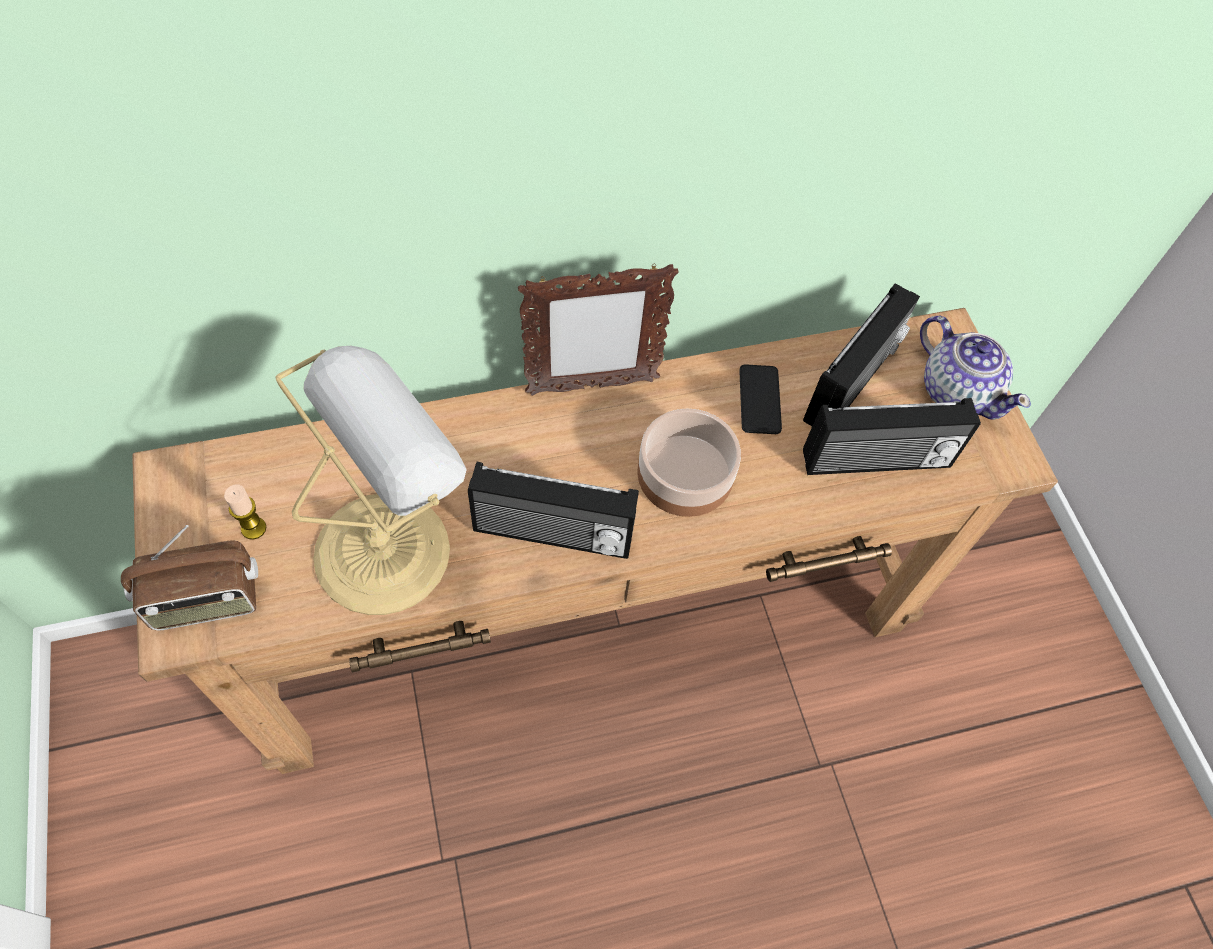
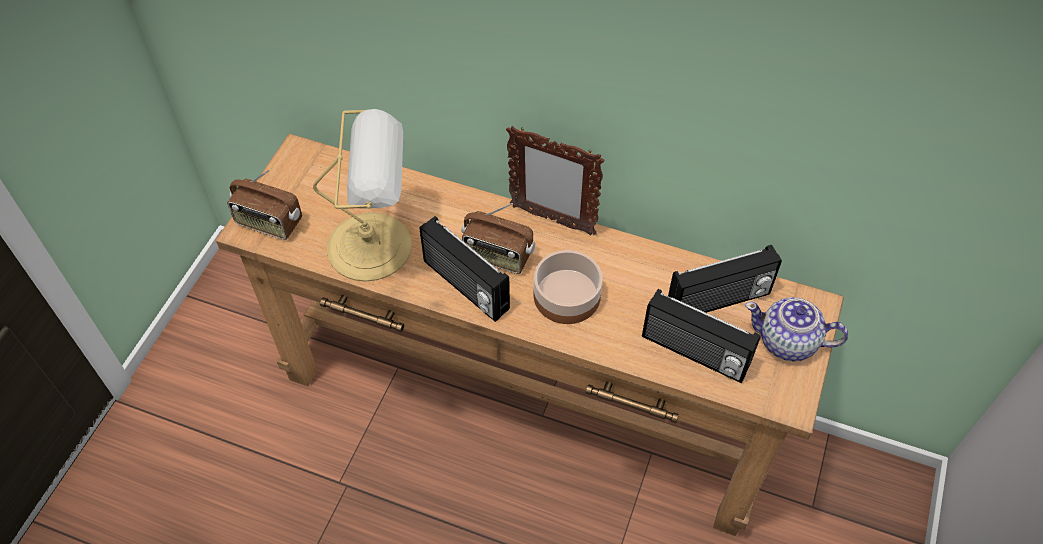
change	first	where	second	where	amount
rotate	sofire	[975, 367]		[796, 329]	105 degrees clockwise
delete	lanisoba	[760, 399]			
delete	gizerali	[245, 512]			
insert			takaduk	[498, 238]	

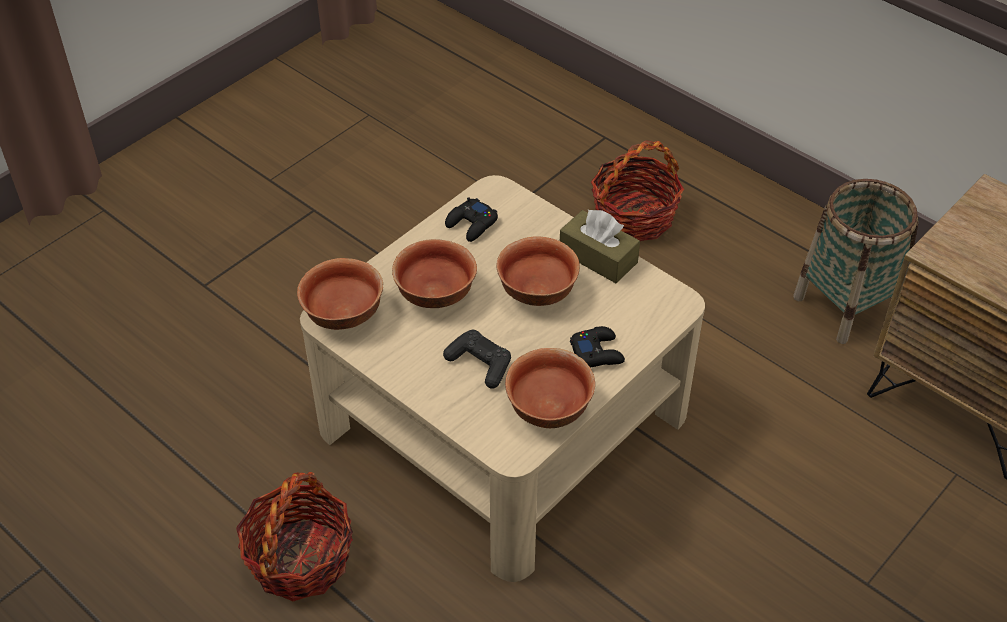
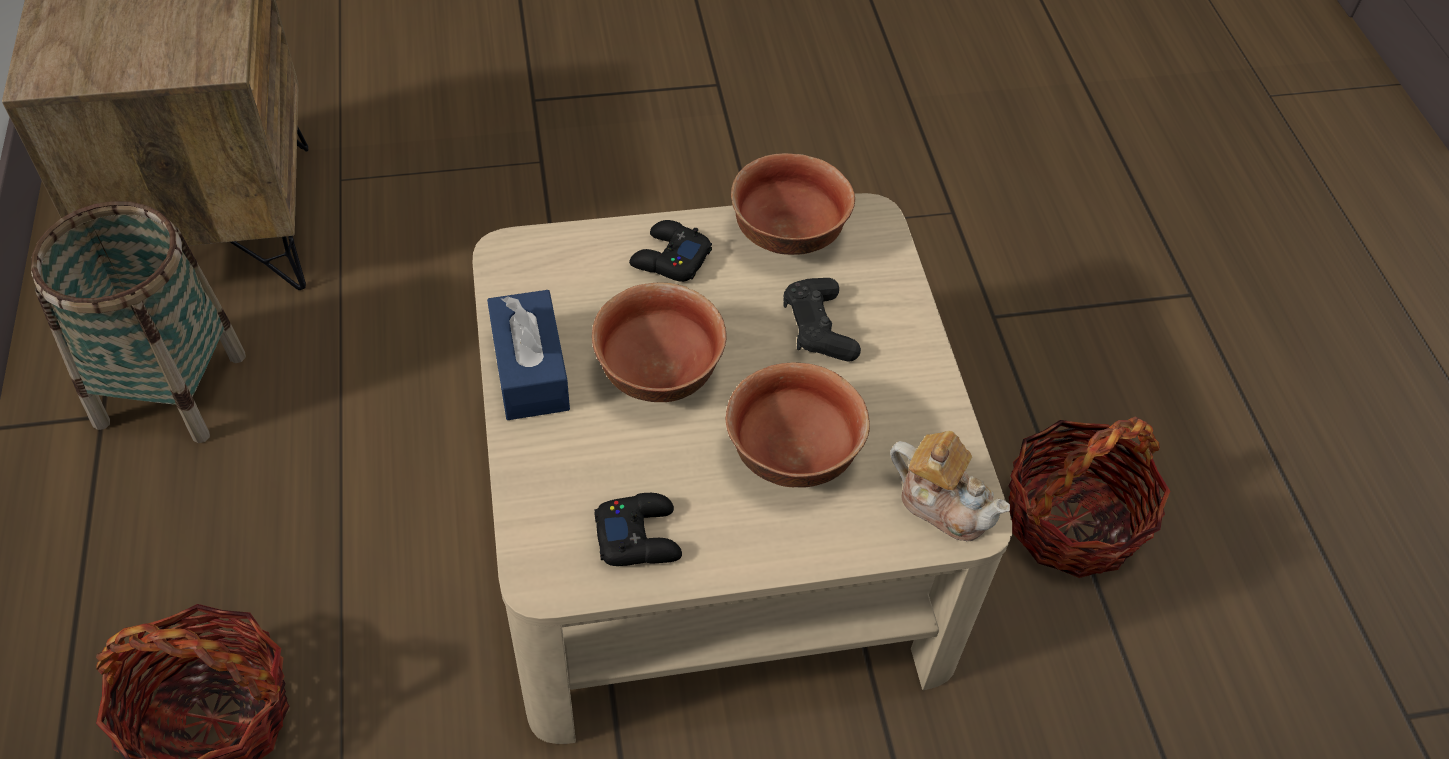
change	first	where	second	where	amount
recolor	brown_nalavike	[600, 246]	blue_nalavike	[528, 355]	
replace	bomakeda	[340, 294]	sofire	[950, 486]	

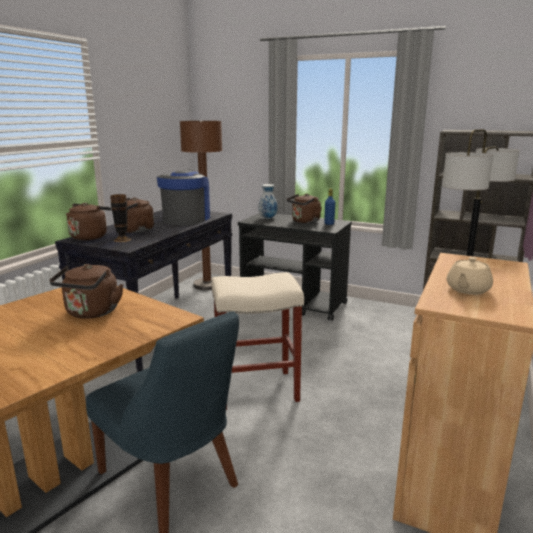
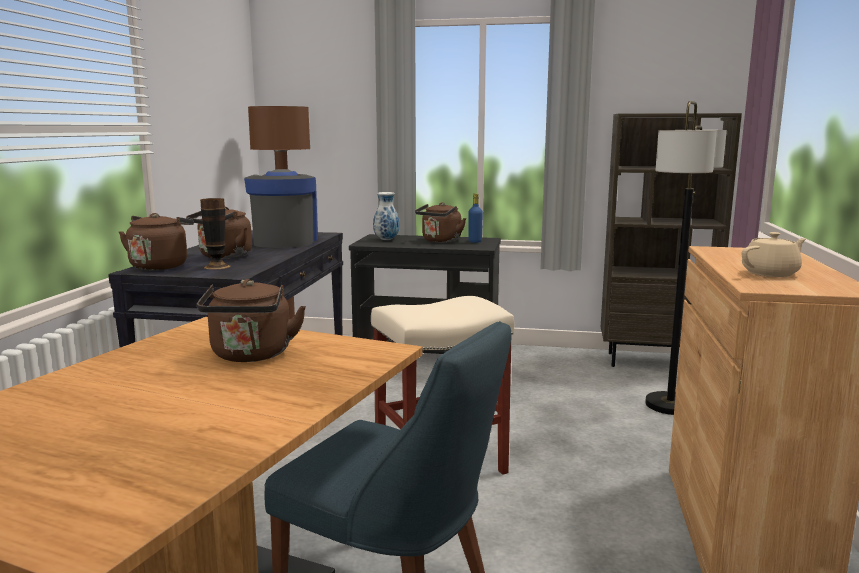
change	first	where	second	where	amount
rotate	beige_sofire	[470, 276]		[774, 254]	135 degrees counterclockwise

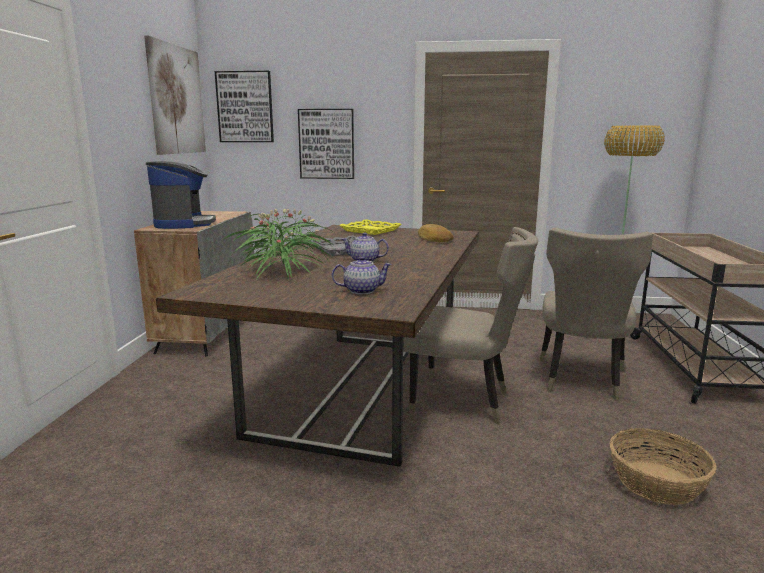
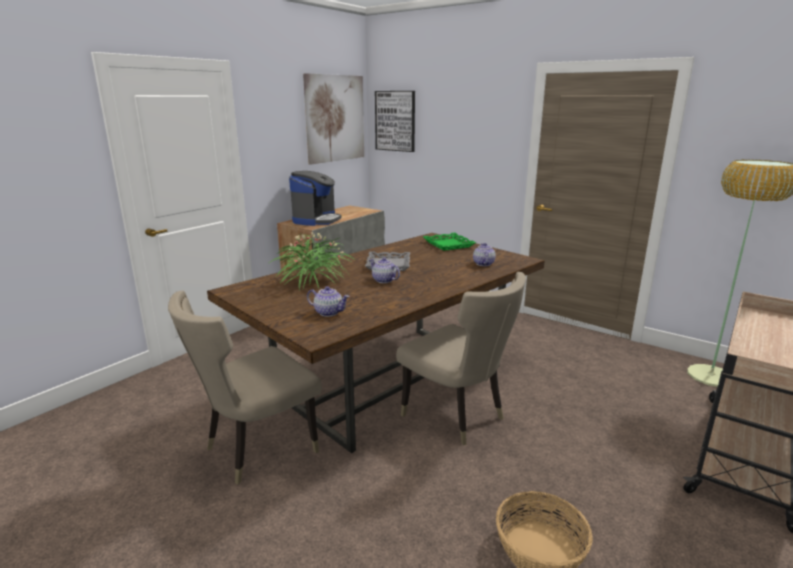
change	first	where	second	where	amount
delete	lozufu	[326, 144]			
recolor	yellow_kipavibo	[370, 227]	green_kipavibo	[449, 242]	
replace	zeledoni	[436, 233]	sofire	[484, 254]	
move	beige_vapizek	[596, 314]		[245, 387]	

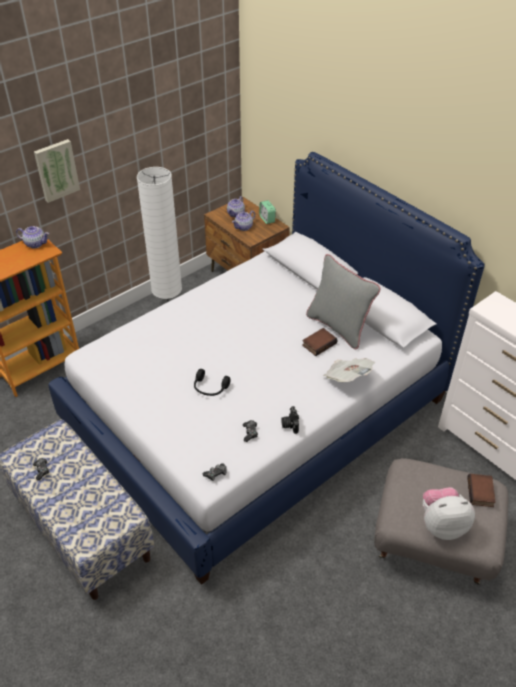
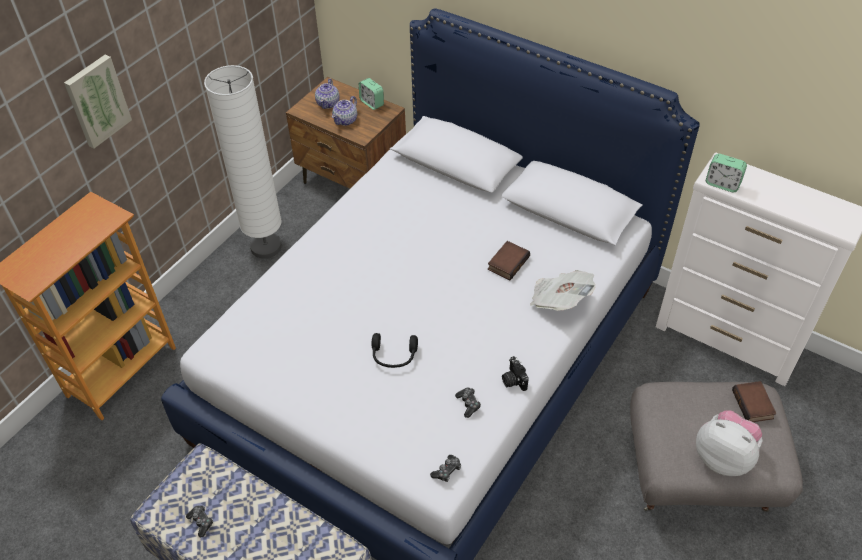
change	first	where	second	where	amount
delete	sofire	[32, 237]			
delete	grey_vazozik	[343, 301]			
rotate	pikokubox	[449, 513]		[729, 443]	60 degrees clockwise
insert			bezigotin	[726, 173]	

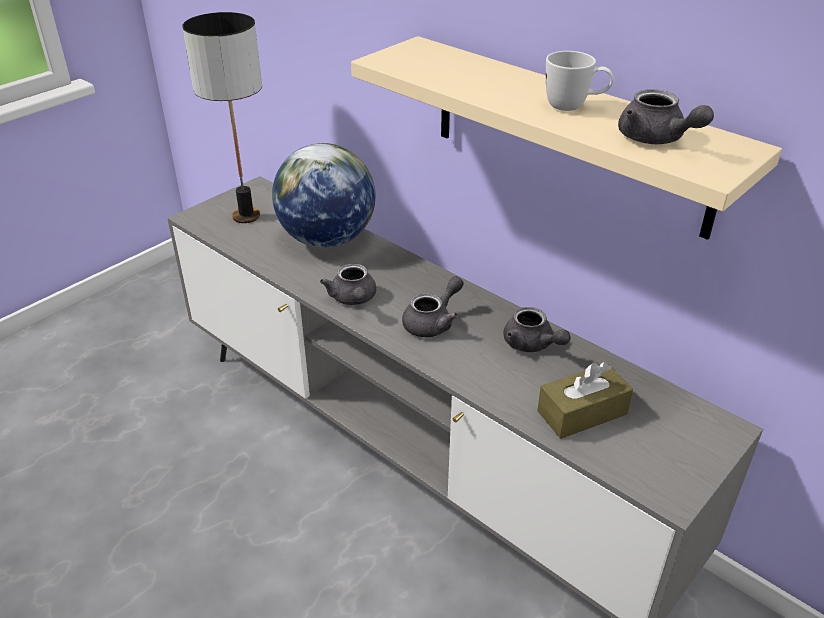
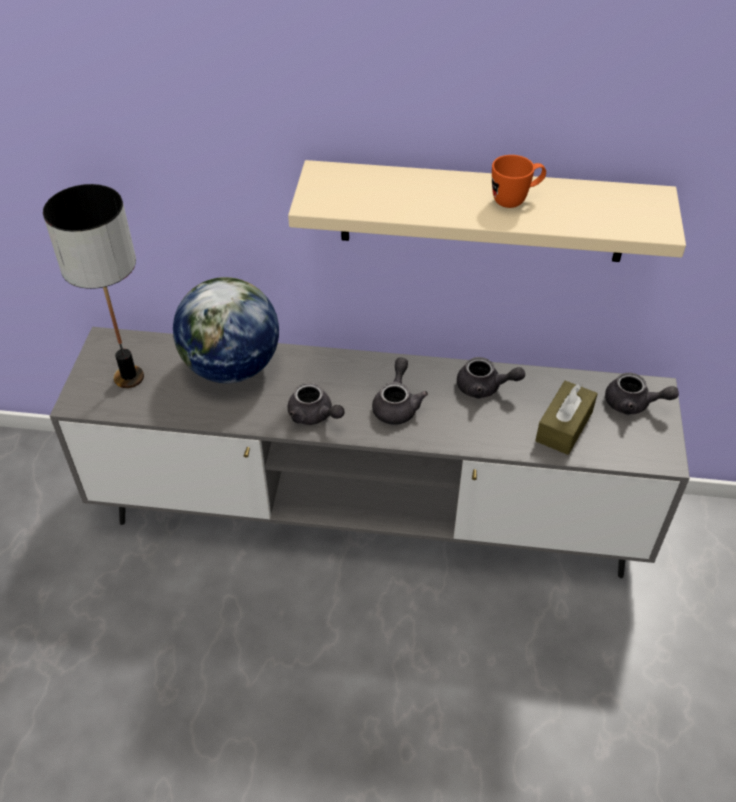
change	first	where	second	where	amount
recolor	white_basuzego	[580, 81]	orange_basuzego	[519, 181]	
move	grey_sofire	[666, 117]		[642, 394]	

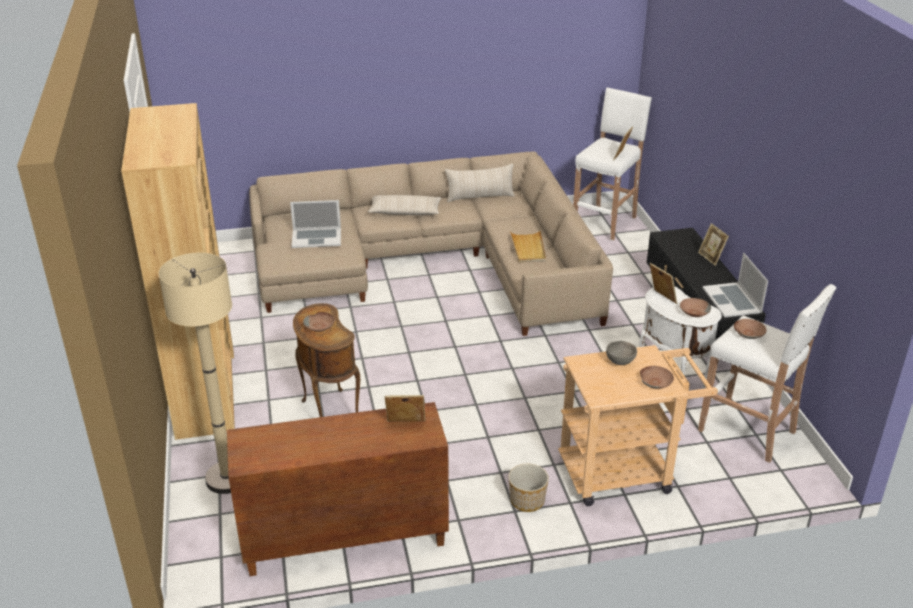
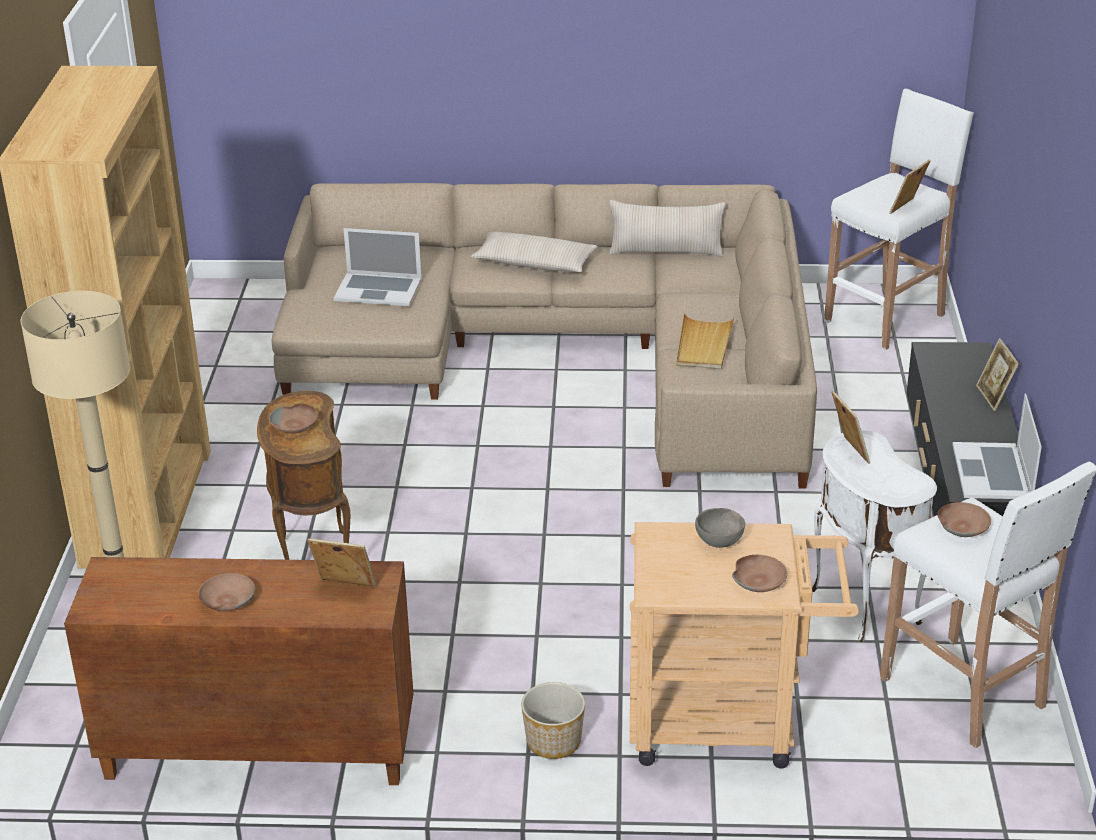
change	first	where	second	where	amount
move	brown_bomakeda	[695, 307]		[226, 592]	

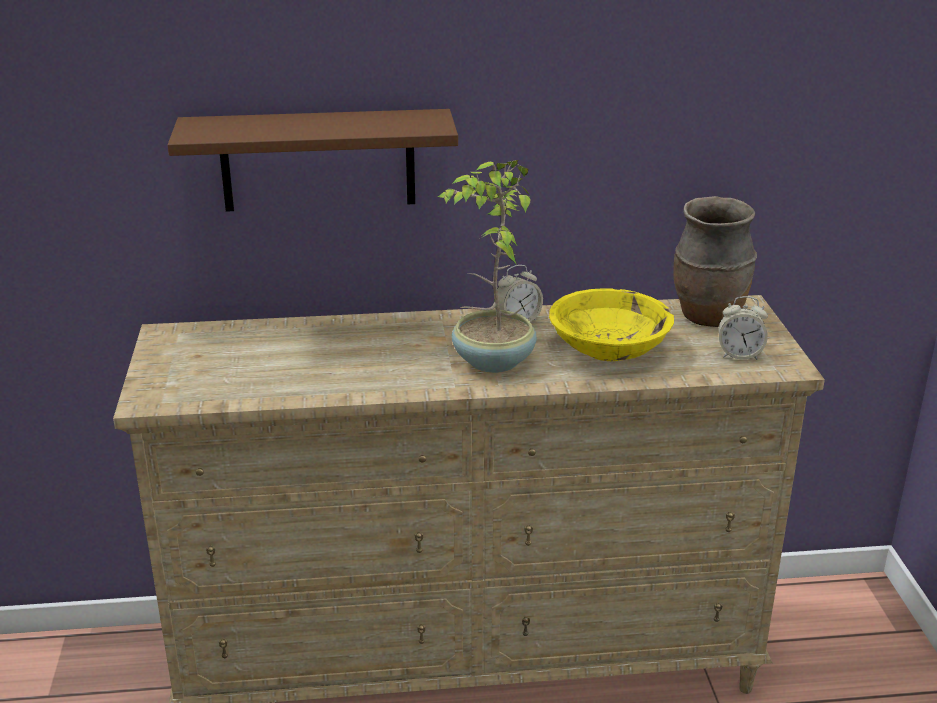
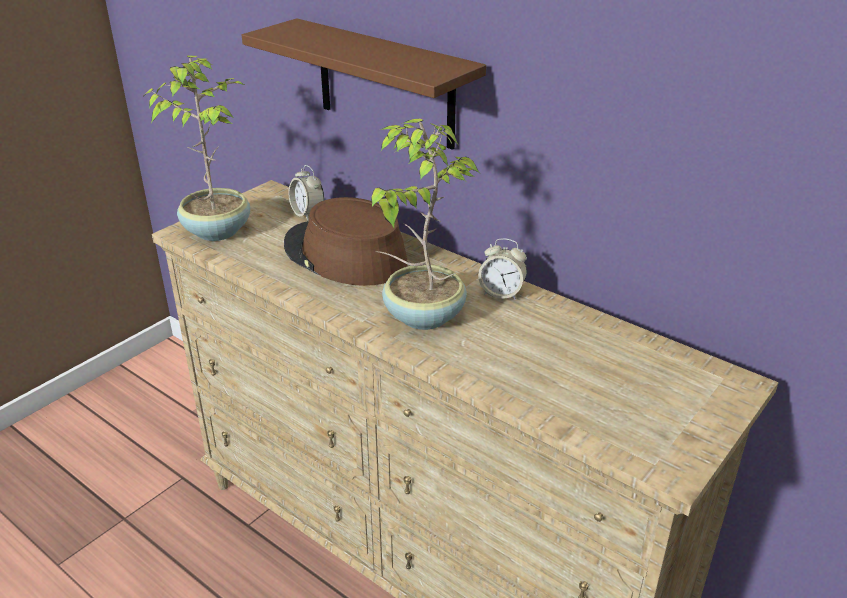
change	first	where	second	where	amount
delete	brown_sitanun	[715, 261]			
delete	yellow_bomakeda	[611, 324]			
move	bezigotin	[743, 328]		[306, 192]	
insert			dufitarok	[196, 148]	
insert			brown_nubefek	[346, 241]	

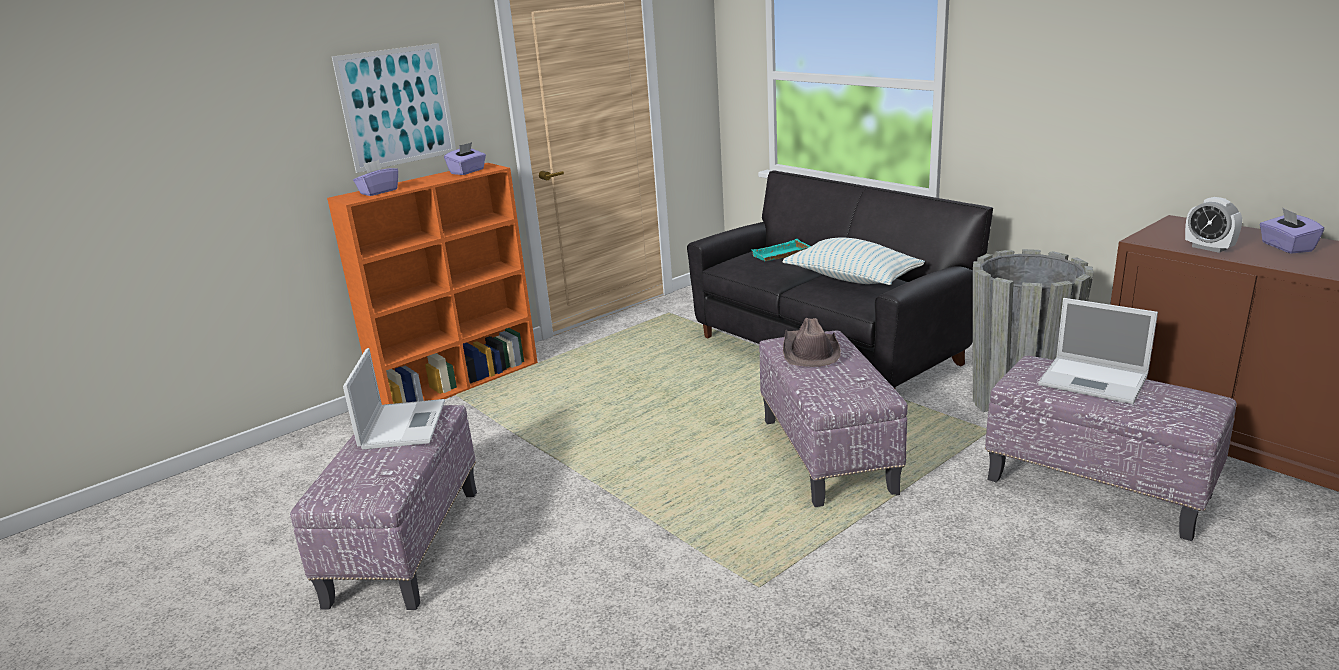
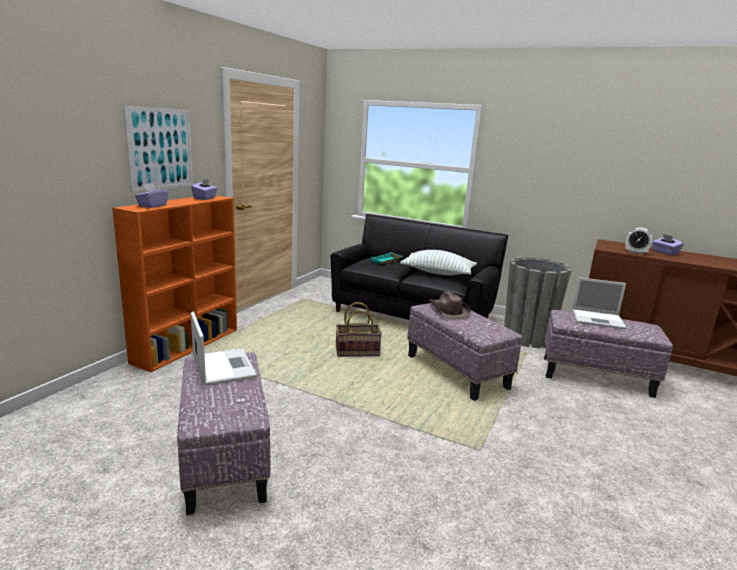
change	first	where	second	where	amount
insert			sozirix	[359, 329]	

